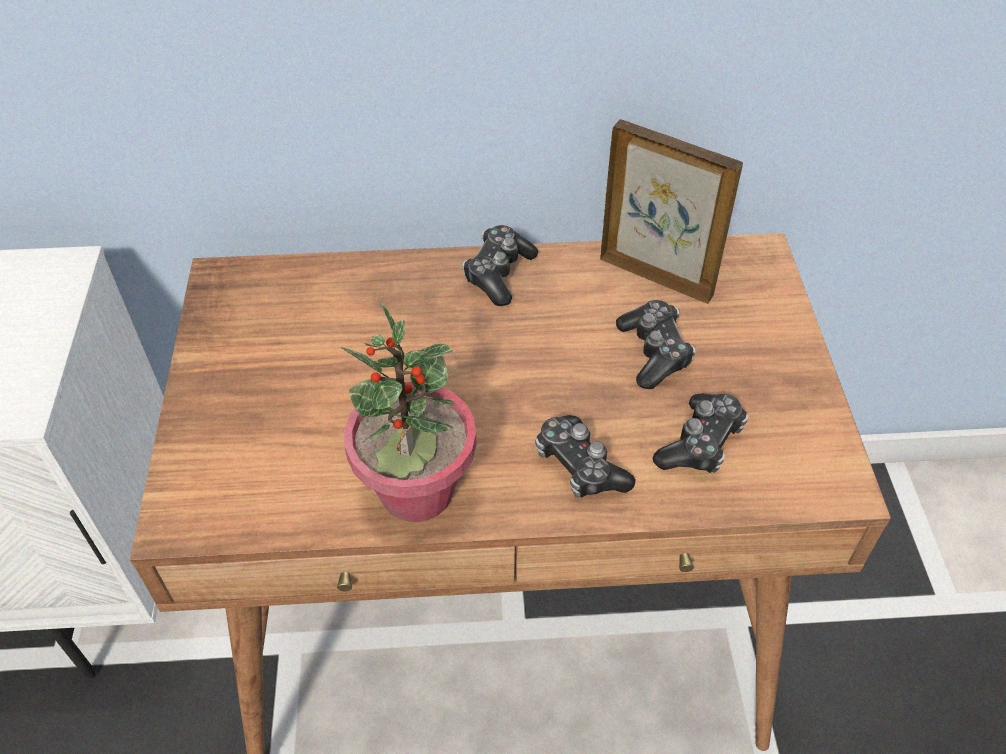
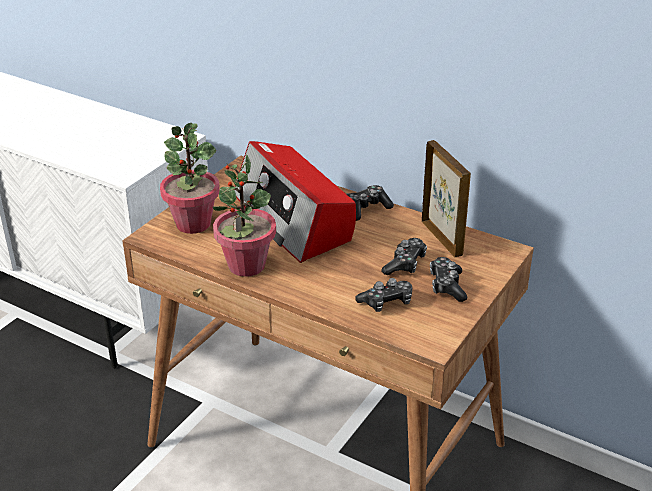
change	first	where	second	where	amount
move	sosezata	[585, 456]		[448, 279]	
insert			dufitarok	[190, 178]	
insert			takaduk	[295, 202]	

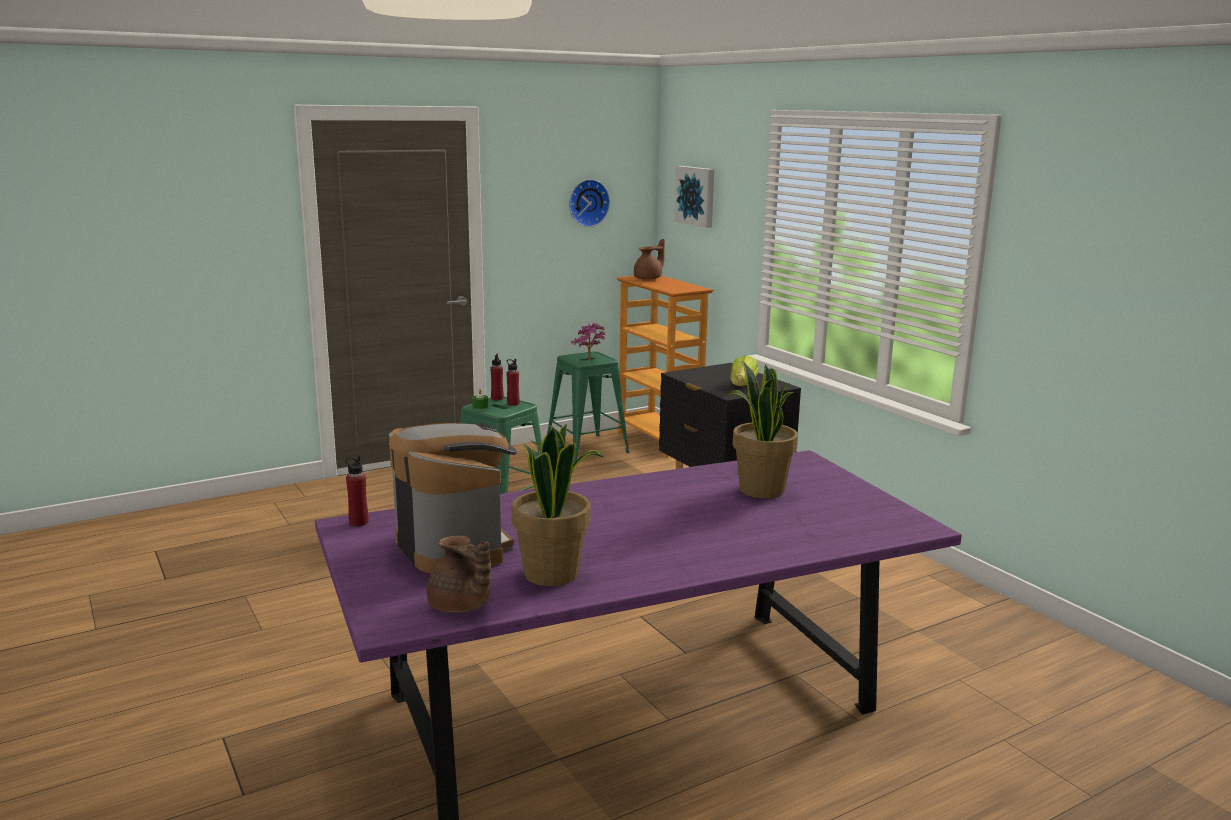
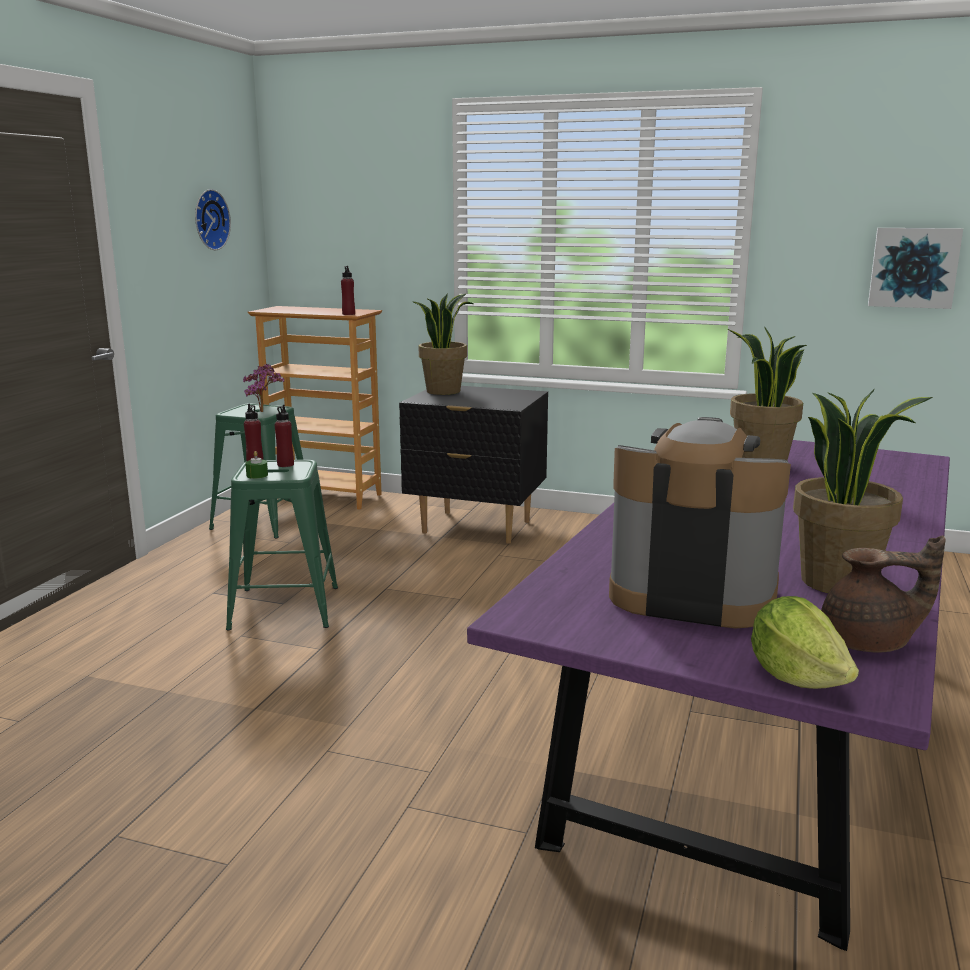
change	first	where	second	where	amount
move	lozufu	[694, 197]		[915, 268]	
delete	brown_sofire	[649, 259]			
move	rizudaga	[744, 370]		[805, 642]	
move	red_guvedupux	[357, 491]		[348, 290]	
insert			dufitarok	[443, 344]	

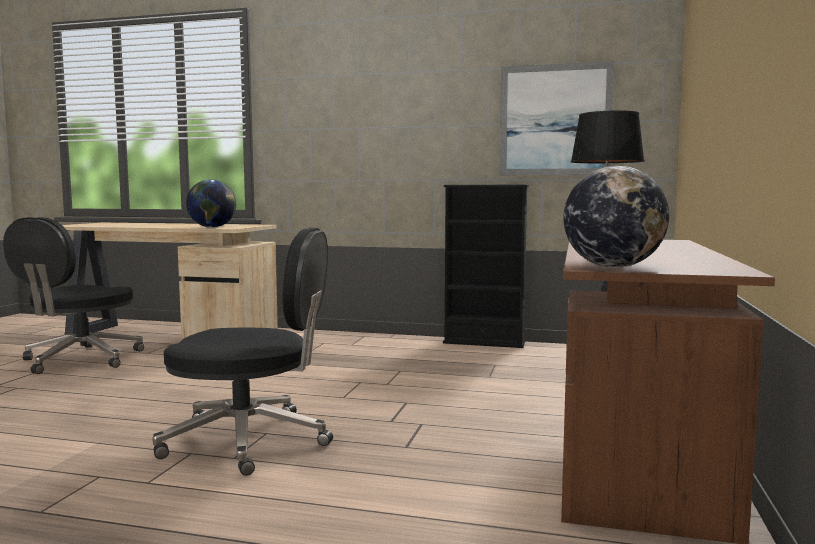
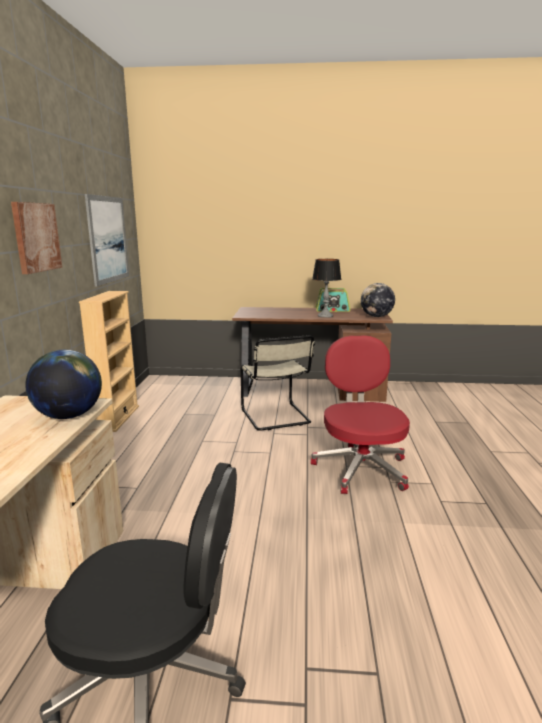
change	first	where	second	where	amount
recolor	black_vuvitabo	[486, 266]	beige_vuvitabo	[109, 361]	
recolor	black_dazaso	[242, 351]	red_dazaso	[360, 414]	
insert			lozufu	[36, 238]	
insert			takaduk	[333, 300]	
insert			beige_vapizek	[278, 383]	

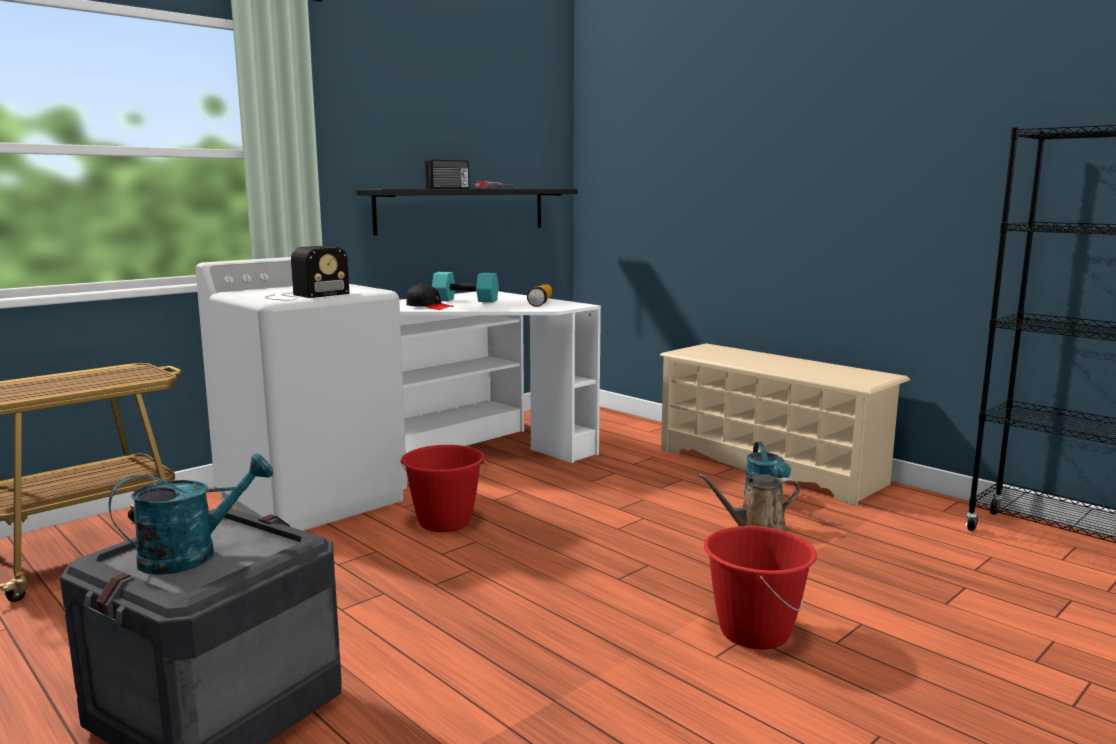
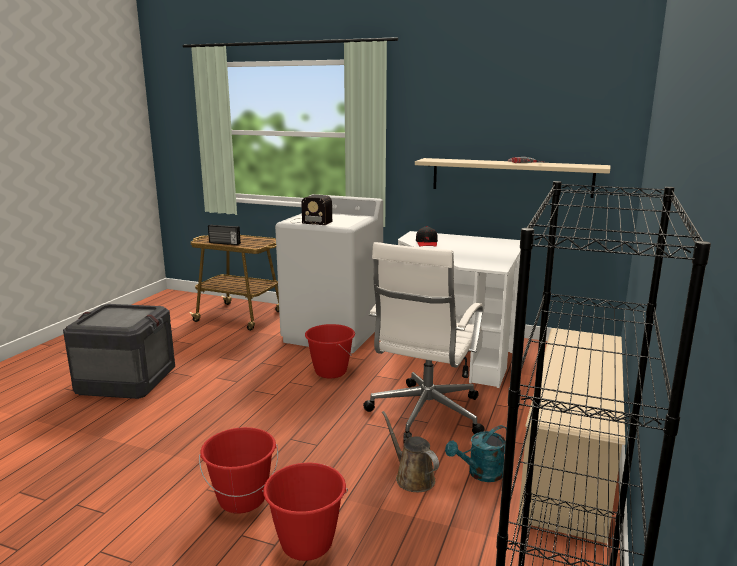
change	first	where	second	where	amount
move	takaduk	[447, 174]		[224, 234]	
recolor	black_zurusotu	[467, 212]	beige_zurusotu	[512, 178]	
delete	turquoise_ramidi	[465, 287]			
delete	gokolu	[539, 295]			
delete	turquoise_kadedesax	[191, 514]			
insert			white_dazaso	[424, 343]	
insert			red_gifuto	[305, 512]	

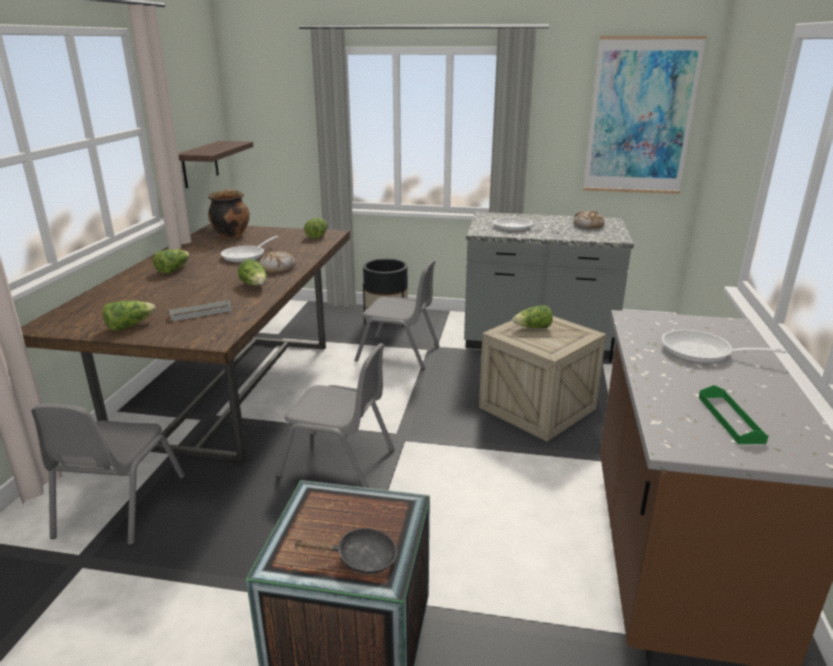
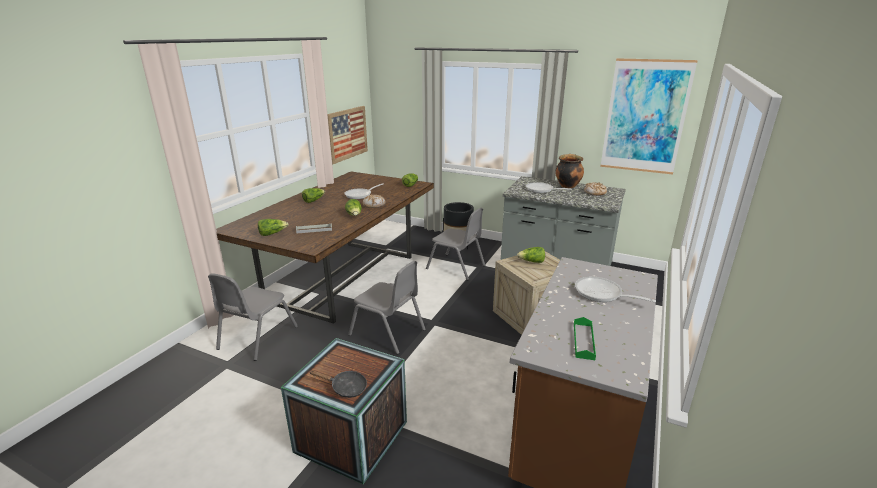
change	first	where	second	where	amount
replace	zurusotu	[215, 164]	lozufu	[347, 135]	
move	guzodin	[229, 214]		[570, 171]	

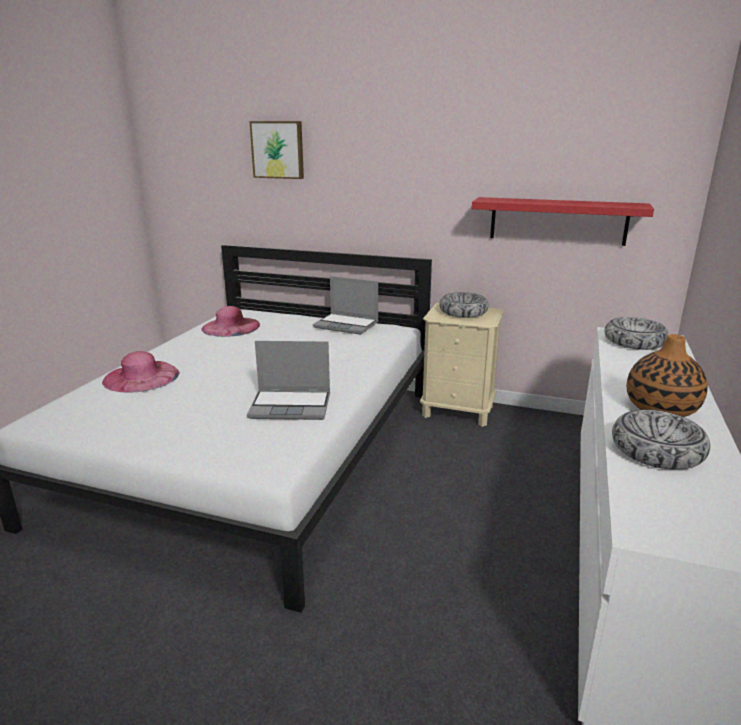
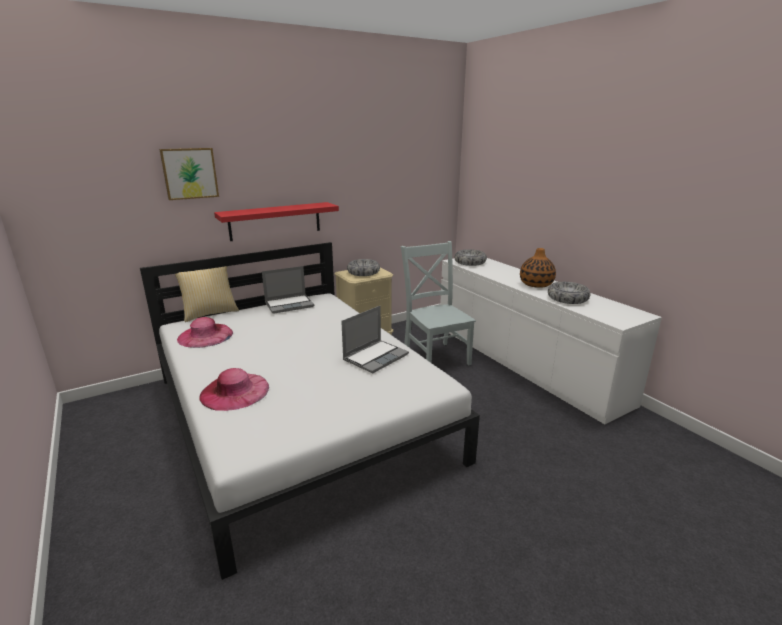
change	first	where	second	where	amount
move	red_zurusotu	[563, 221]		[276, 221]	
insert			grey_vapizek	[438, 303]	
insert			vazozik	[207, 294]	

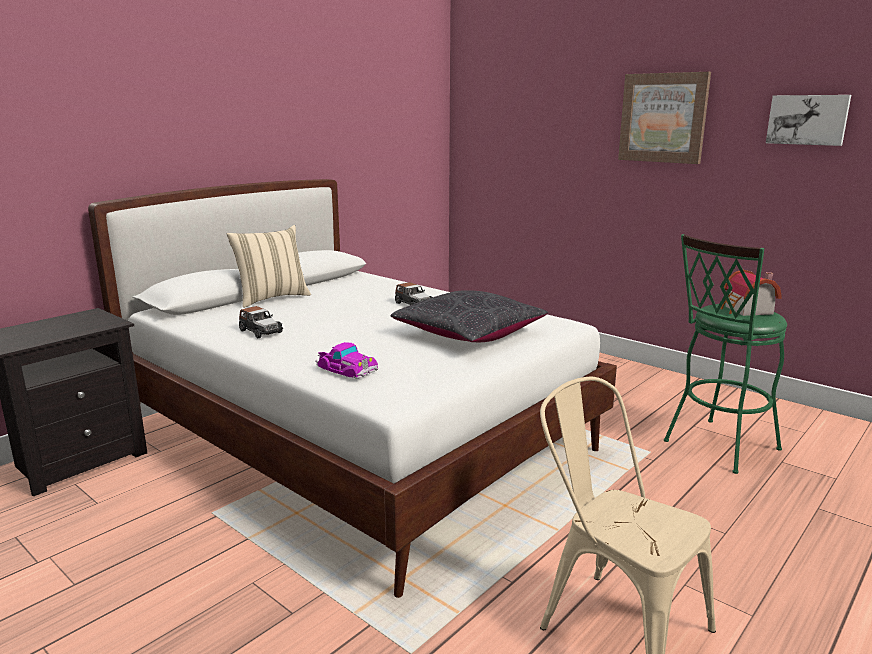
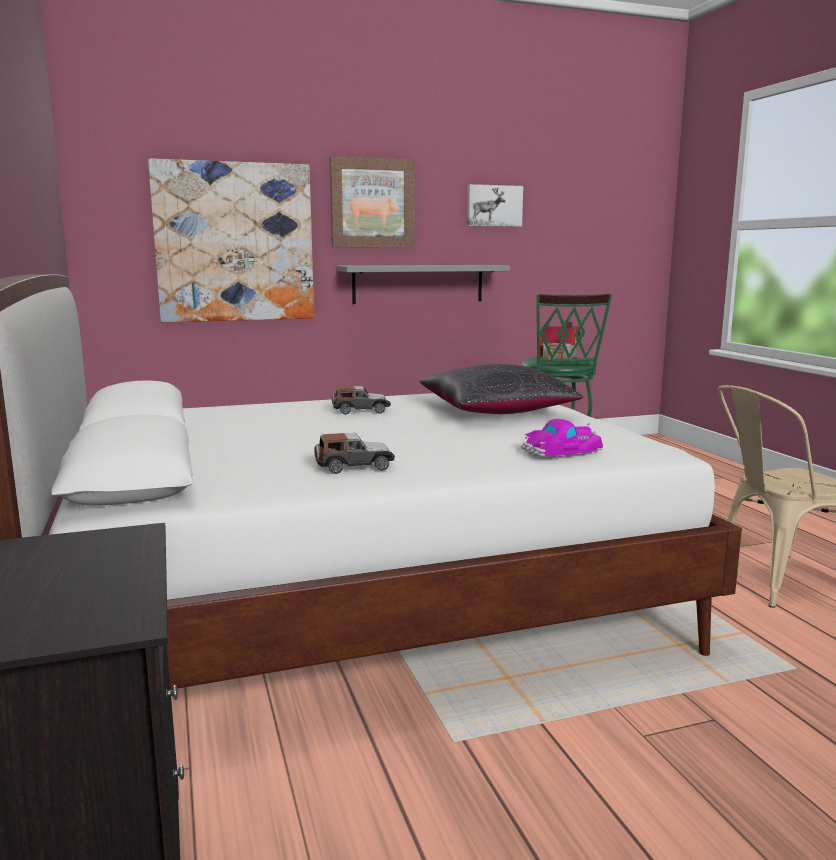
change	first	where	second	where	amount
delete	beige_vazozik	[269, 266]			
insert			lozufu	[231, 240]	
insert			grey_zurusotu	[424, 284]	

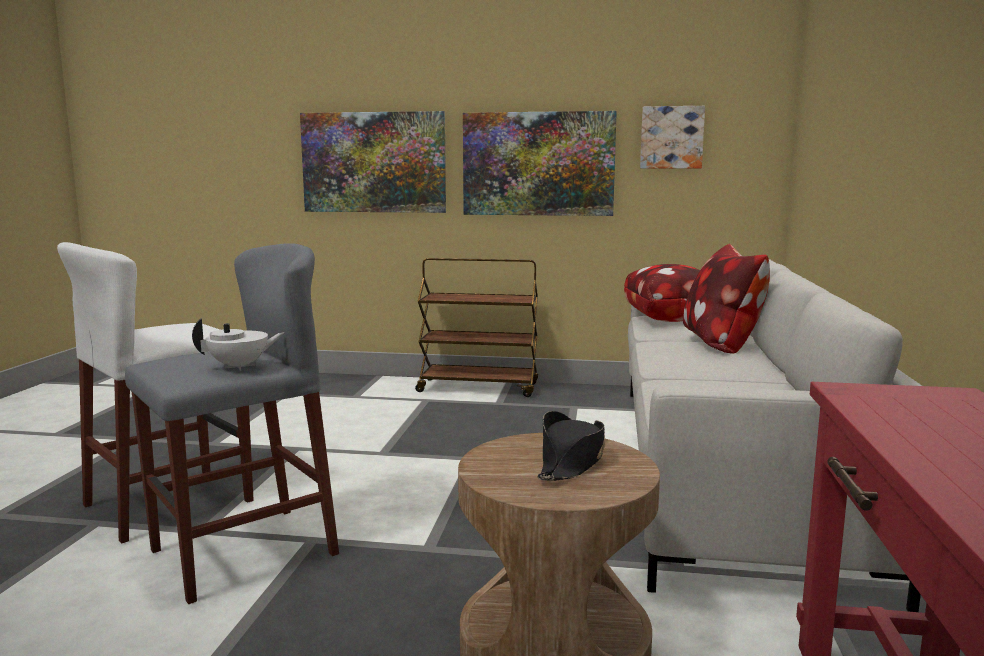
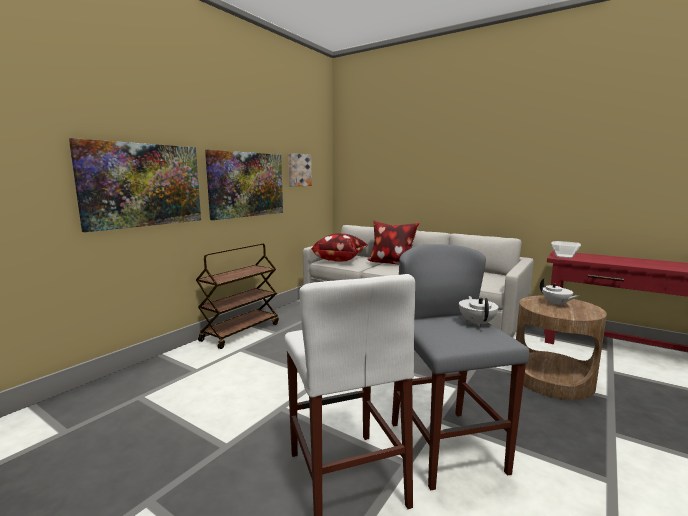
change	first	where	second	where	amount
replace	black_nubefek	[571, 446]	white_sofire	[559, 292]	
insert			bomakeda	[566, 249]	

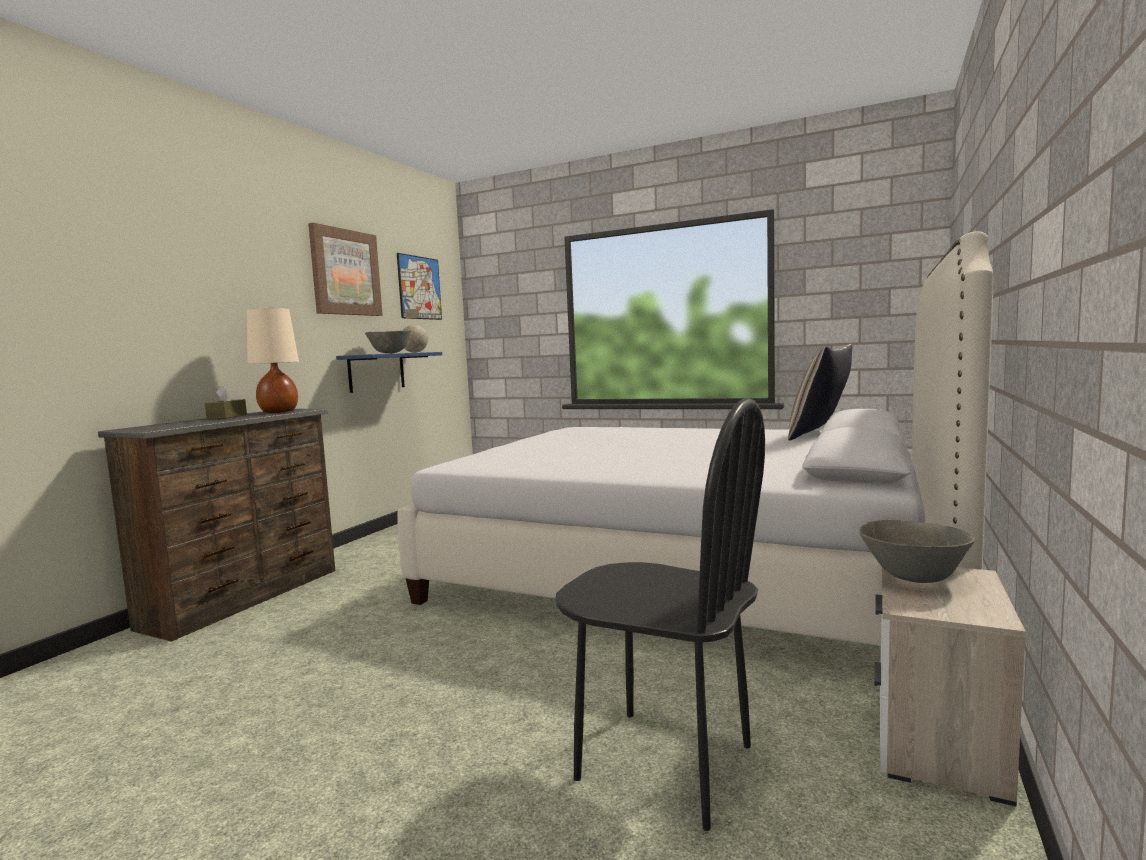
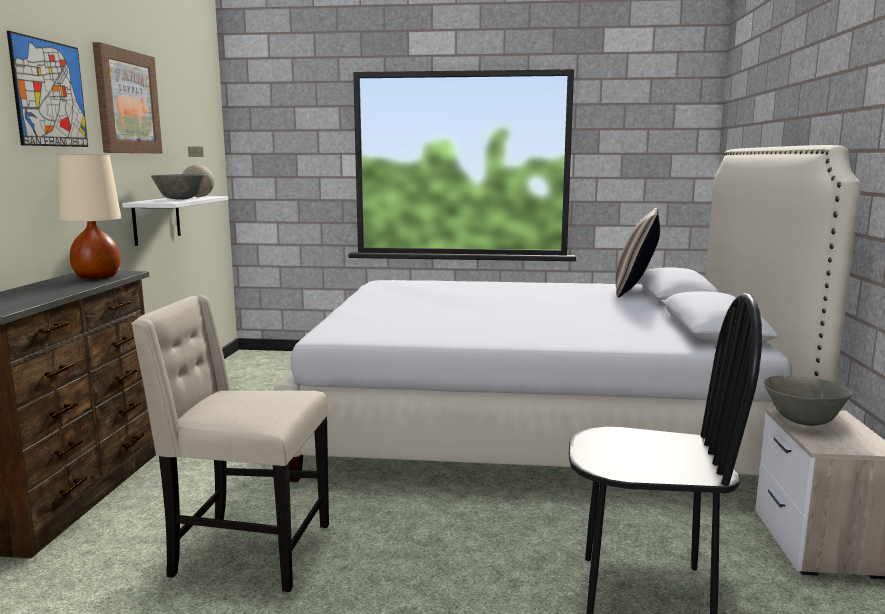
change	first	where	second	where	amount
move	lozufu	[419, 286]		[47, 89]	
recolor	blue_zurusotu	[389, 372]	white_zurusotu	[175, 221]	
delete	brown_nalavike	[226, 402]			
insert			beige_vapizek	[230, 443]	

